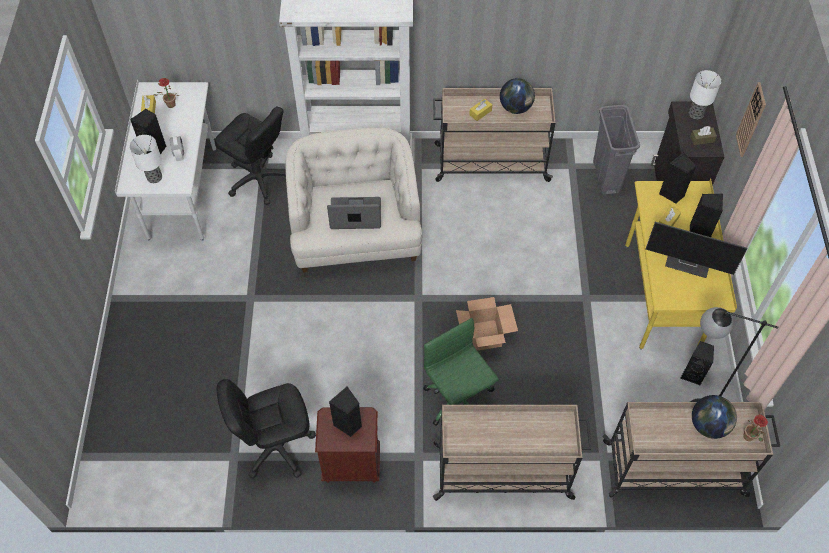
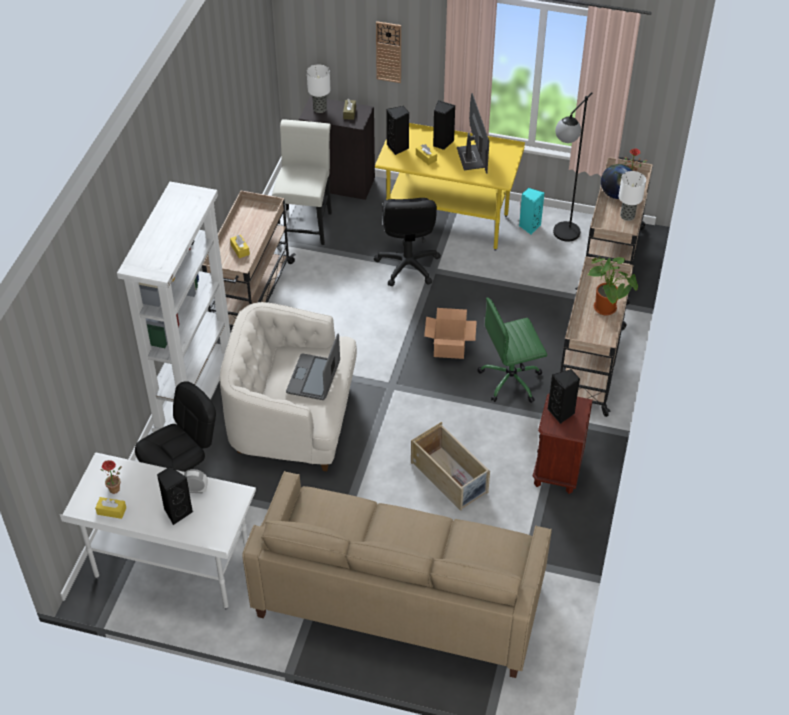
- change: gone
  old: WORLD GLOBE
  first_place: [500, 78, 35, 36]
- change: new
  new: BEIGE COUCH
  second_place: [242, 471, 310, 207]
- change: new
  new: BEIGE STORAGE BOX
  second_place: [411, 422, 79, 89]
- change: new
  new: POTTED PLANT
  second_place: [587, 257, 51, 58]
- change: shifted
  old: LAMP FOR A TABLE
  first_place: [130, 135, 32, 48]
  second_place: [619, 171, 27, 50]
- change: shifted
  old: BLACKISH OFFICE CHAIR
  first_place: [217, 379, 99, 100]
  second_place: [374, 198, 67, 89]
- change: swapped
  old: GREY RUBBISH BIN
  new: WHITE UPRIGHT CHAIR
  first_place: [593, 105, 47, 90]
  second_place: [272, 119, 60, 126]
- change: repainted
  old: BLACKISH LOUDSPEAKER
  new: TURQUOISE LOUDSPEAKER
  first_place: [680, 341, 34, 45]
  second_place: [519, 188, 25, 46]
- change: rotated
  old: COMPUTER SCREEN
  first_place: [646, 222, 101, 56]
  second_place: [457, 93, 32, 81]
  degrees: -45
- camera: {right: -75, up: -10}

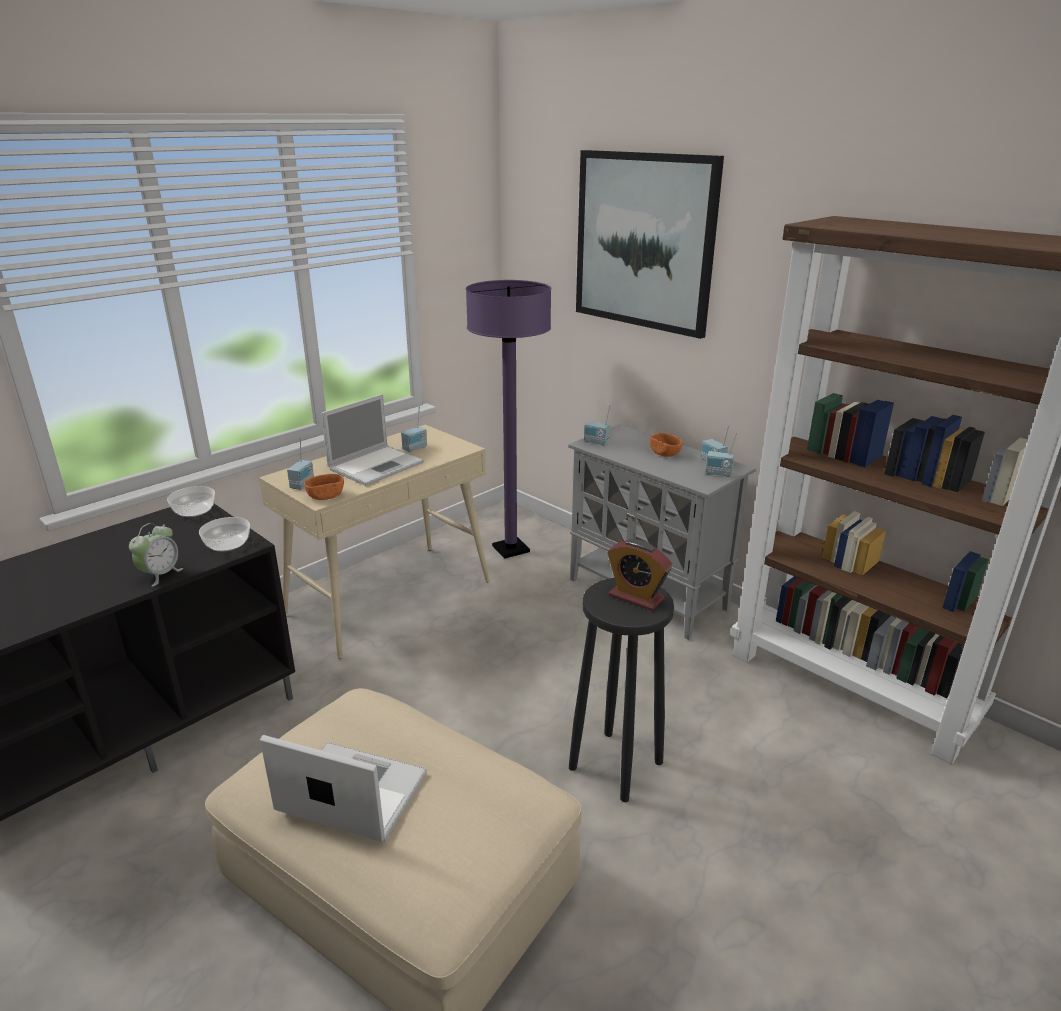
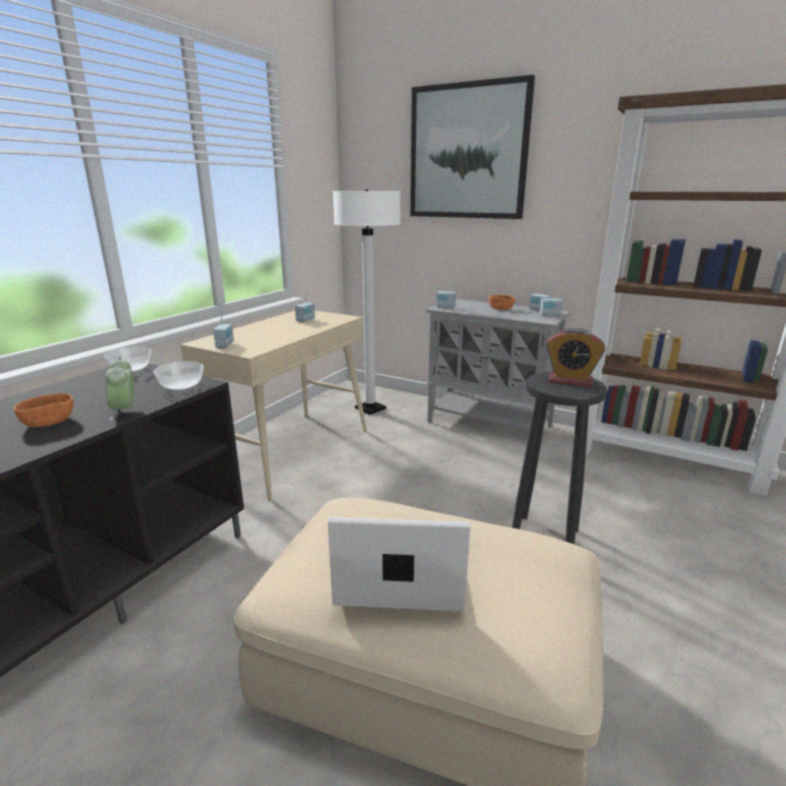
- change: gone
  old: PORTABLE COMPUTER
  first_place: [321, 394, 103, 92]
- change: shifted
  old: ORANGE-COLOURED DEEP DISH
  first_place: [304, 474, 40, 26]
  second_place: [14, 393, 59, 34]
- change: repainted
  old: PURPLISH FLOOR LAMP
  new: WHITE FLOOR LAMP
  first_place: [466, 280, 85, 279]
  second_place: [333, 190, 68, 225]
- change: rotated
  old: ALARM CLOCK
  first_place: [129, 523, 54, 64]
  second_place: [106, 356, 28, 65]
  degrees: 150
- camera: {right: -15, up: -5}

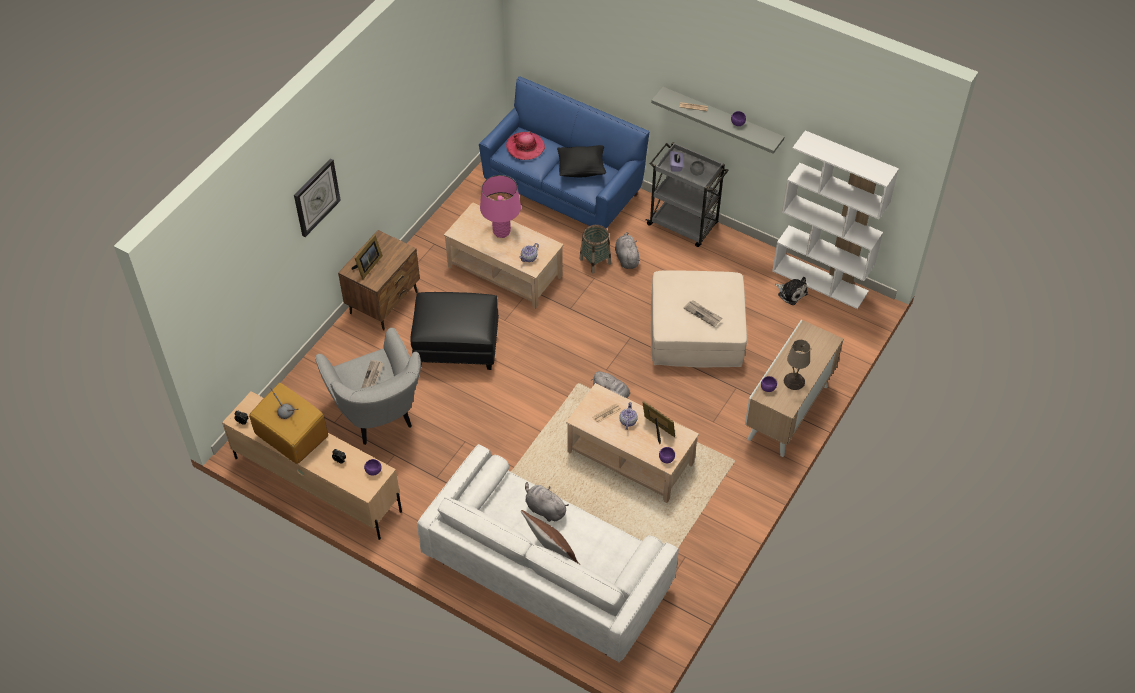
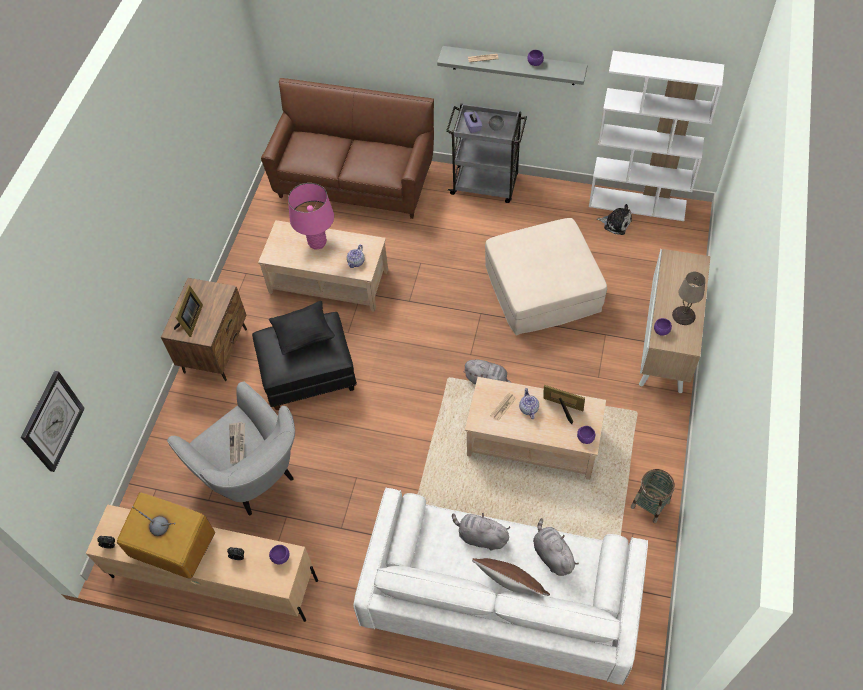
- change: gone
  old: WEARABLE HAT
  first_place: [506, 131, 39, 29]
- change: gone
  old: PRINTED PAPER
  first_place: [683, 300, 40, 27]
- change: shifted
  old: CLOCK ON THE WALL
  first_place: [294, 158, 47, 79]
  second_place: [21, 371, 64, 101]
- change: shifted
  old: BLACKISH CUSHION
  first_place: [557, 145, 49, 32]
  second_place: [269, 301, 66, 54]
- change: shifted
  old: BASKET
  first_place: [580, 225, 31, 49]
  second_place: [631, 469, 44, 54]
- change: shifted
  old: GREY SOFT TOY
  first_place: [615, 232, 25, 37]
  second_place: [533, 518, 46, 58]
- change: repainted
  old: BLUE-COLOURED COUCH
  new: BROWN COUCH
  first_place: [479, 76, 170, 152]
  second_place: [261, 78, 173, 141]
- camera: {right: -15, up: 5}

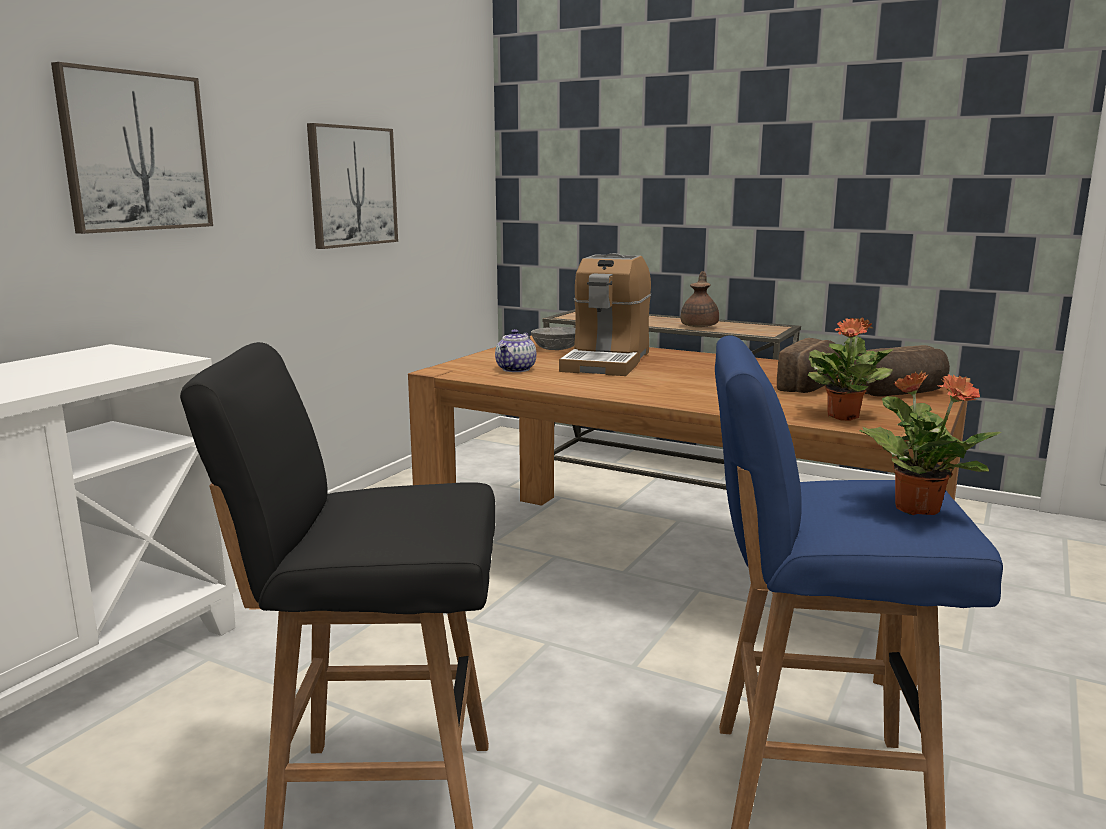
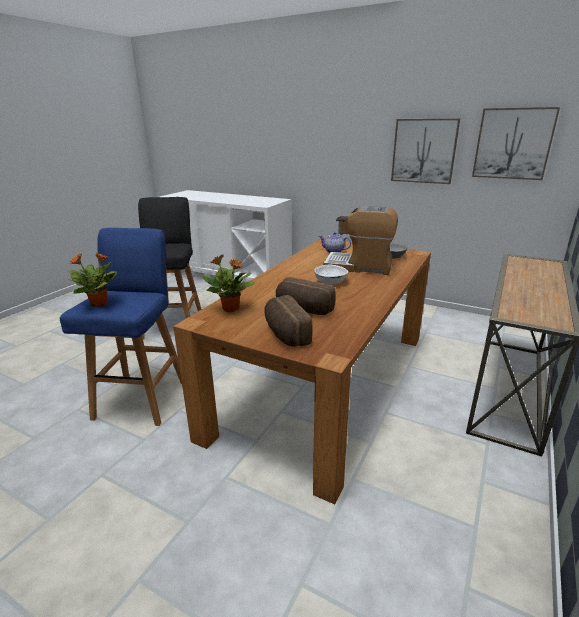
- change: gone
  old: BROWN TEAPOT
  first_place: [681, 271, 38, 56]
- change: new
  new: WHITE DEEP DISH
  second_place: [314, 265, 34, 19]
- change: shifted
  old: WALL ART
  first_place: [51, 62, 162, 172]
  second_place: [472, 107, 88, 73]
- camera: {right: 90, up: 10}

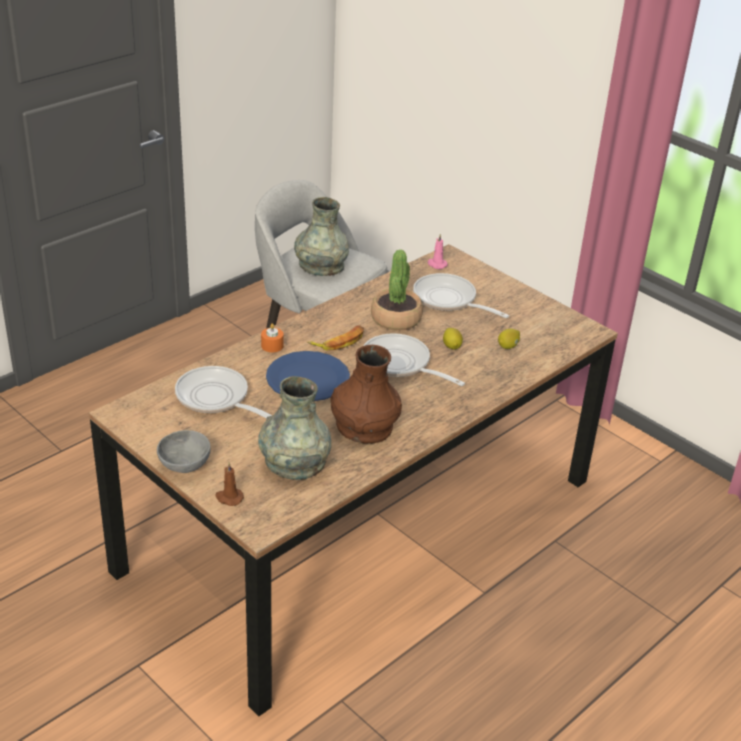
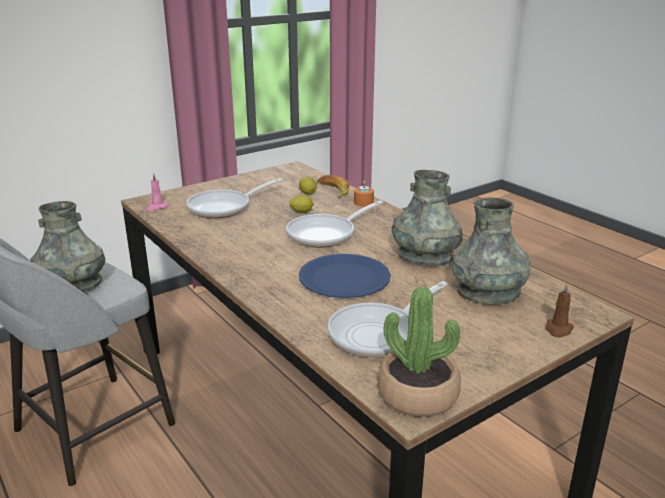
- change: gone
  old: GREY DEEP DISH
  first_place: [157, 430, 54, 43]
- change: shifted
  old: ORANGE-COLOURED WAX CANDLE
  first_place: [261, 323, 23, 29]
  second_place: [354, 180, 20, 27]
- change: shifted
  old: BANANA
  first_place: [307, 325, 57, 25]
  second_place: [317, 175, 32, 23]
- change: shifted
  old: POTTED PLANT
  first_place: [371, 250, 52, 81]
  second_place: [377, 286, 84, 131]
- change: repainted
  old: BROWN FLOWER VASE
  new: GREY FLOWER VASE
  first_place: [330, 345, 72, 99]
  second_place: [392, 170, 71, 96]
- camera: {right: -80, up: -10}

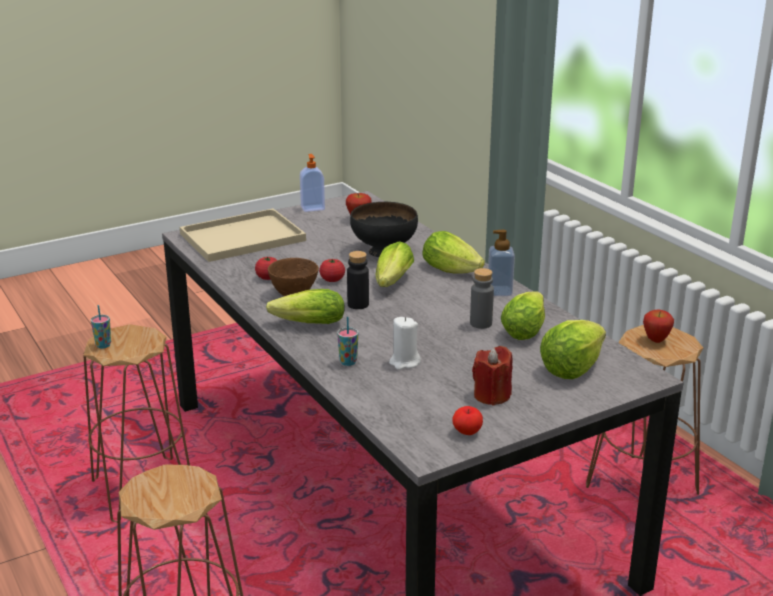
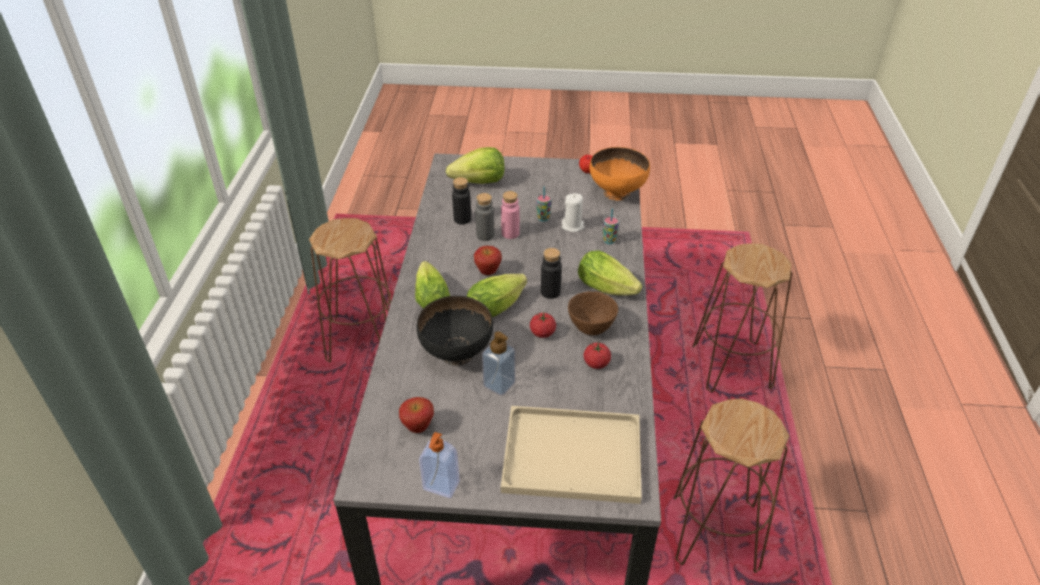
- change: gone
  old: REDDISH WAX CANDLE
  first_place: [472, 346, 40, 60]
- change: new
  new: PINKISH BOTTLE
  second_place: [501, 191, 19, 48]
- change: new
  new: ORANGE-COLOURED DEEP DISH
  second_place: [589, 147, 61, 54]
- change: shifted
  old: DRINKING CUP
  first_place: [91, 305, 20, 43]
  second_place: [536, 187, 16, 35]
- change: shifted
  old: SOAP DISPENSER
  first_place: [488, 230, 27, 66]
  second_place: [482, 331, 33, 64]
- change: shifted
  old: WHOLE APPLE
  first_place: [643, 309, 31, 34]
  second_place: [474, 246, 28, 29]
- change: swapped
  old: LETTUCE HEAD
  new: BLACKISH BOTTLE
  first_place: [501, 291, 44, 49]
  second_place: [452, 177, 19, 47]
- camera: {right: -145, up: 15}

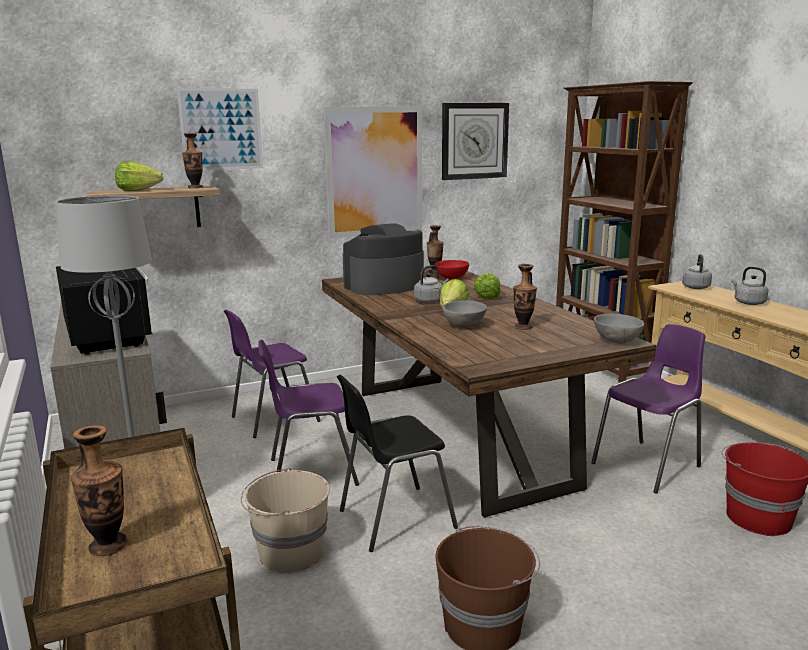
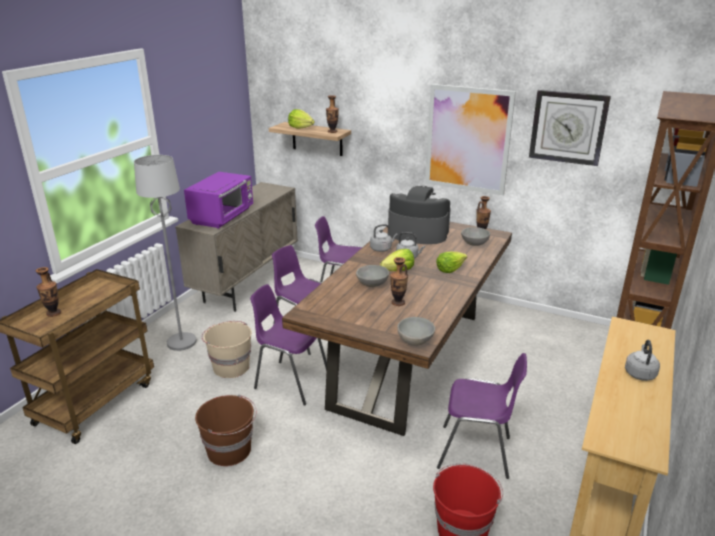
- change: gone
  old: WALL ART
  first_place: [177, 88, 86, 83]
- change: shifted
  old: GREY KETTLE
  first_place: [682, 254, 30, 35]
  second_place: [370, 224, 28, 28]
- change: repainted
  old: BLACKISH MICROWAVE
  new: PURPLISH MICROWAVE
  first_place: [56, 266, 97, 89]
  second_place: [184, 172, 69, 57]
- change: repainted
  old: BLACKISH UPRIGHT CHAIR
  new: PURPLISH UPRIGHT CHAIR
  first_place: [337, 375, 121, 177]
  second_place: [250, 284, 77, 122]
- change: repainted
  old: REDDISH DEEP DISH
  new: GREY DEEP DISH
  first_place: [435, 260, 34, 19]
  second_place: [461, 227, 29, 19]
- camera: {right: 50, up: 10}

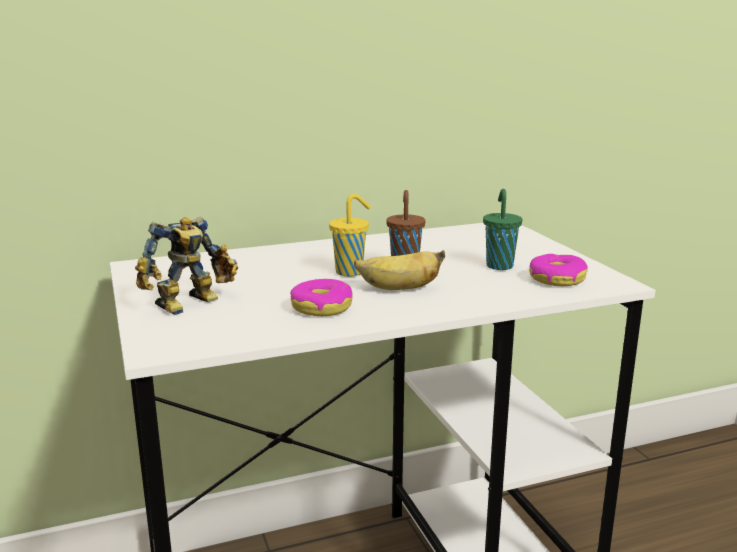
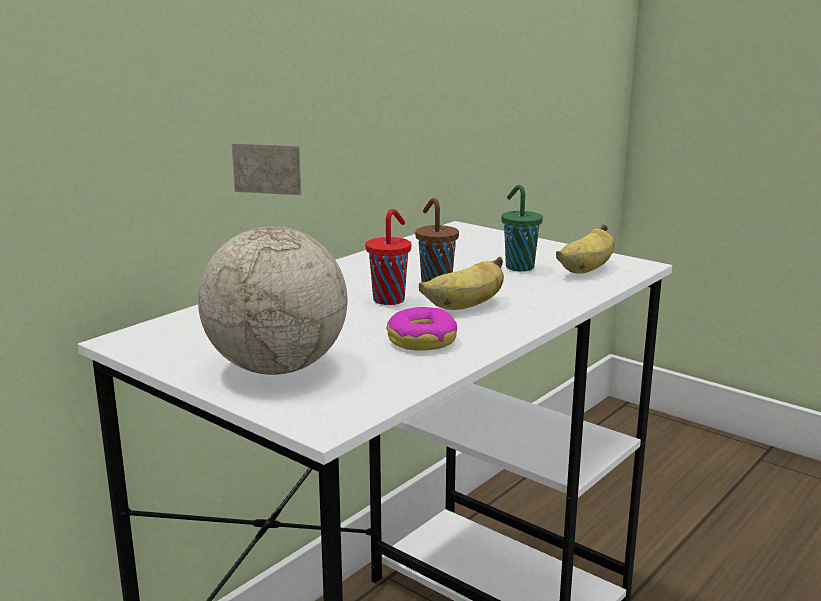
- change: swapped
  old: MODEL ROBOT
  new: WORLD GLOBE
  first_place: [135, 216, 103, 99]
  second_place: [198, 144, 149, 231]
- change: swapped
  old: DONUT
  new: BANANA
  first_place: [529, 254, 59, 32]
  second_place: [556, 224, 59, 50]
- change: repainted
  old: YELLOWISH DRINKING CUP
  new: REDDISH DRINKING CUP
  first_place: [329, 194, 42, 82]
  second_place: [366, 209, 45, 96]
- camera: {right: -30, up: 0}

